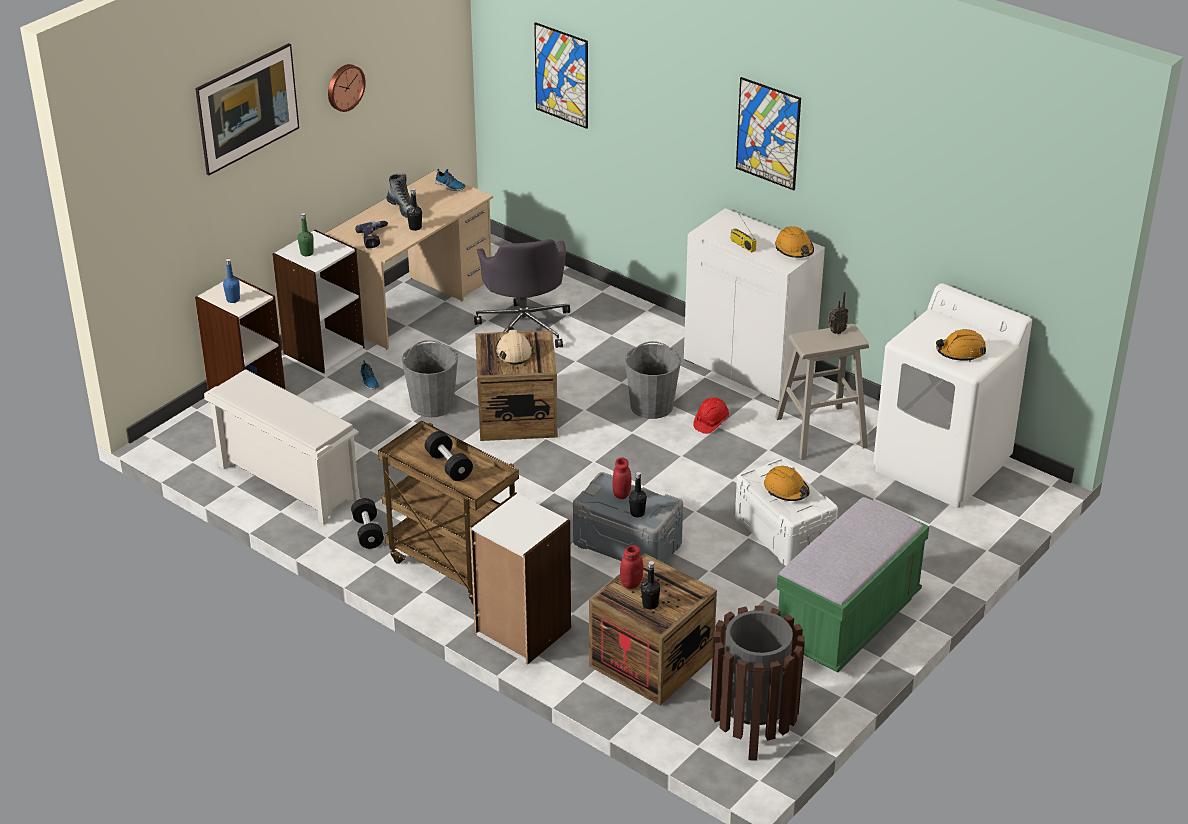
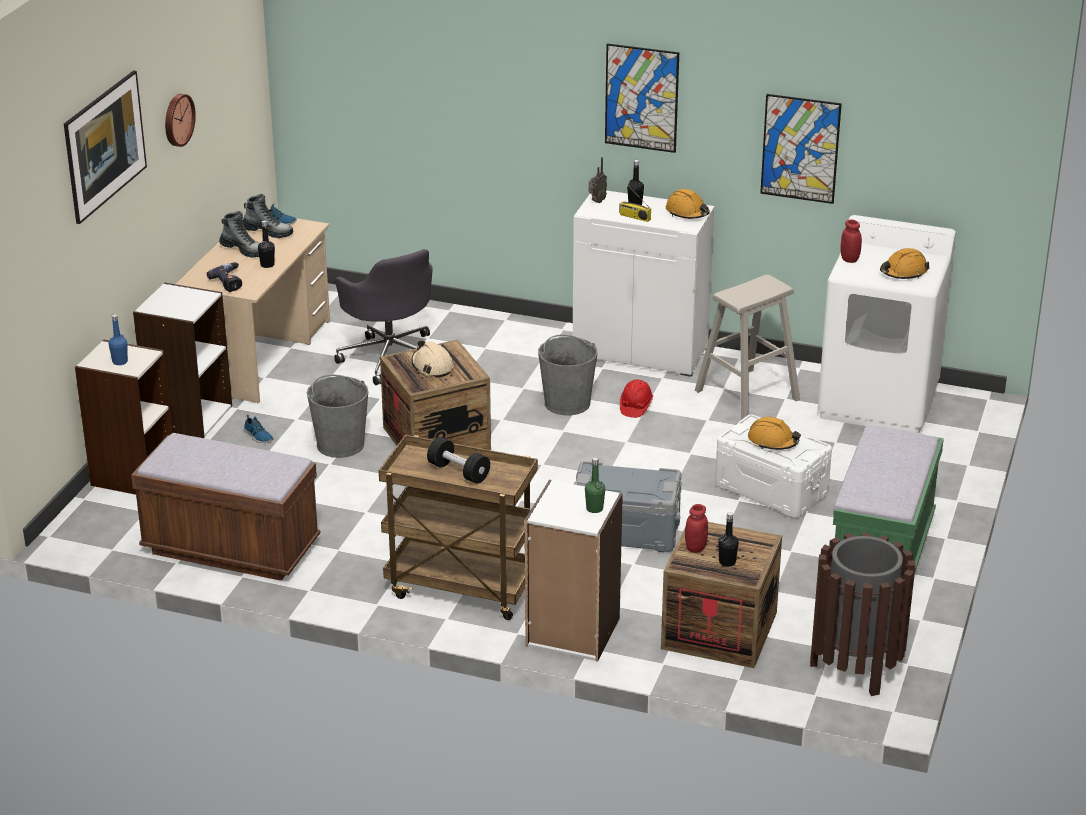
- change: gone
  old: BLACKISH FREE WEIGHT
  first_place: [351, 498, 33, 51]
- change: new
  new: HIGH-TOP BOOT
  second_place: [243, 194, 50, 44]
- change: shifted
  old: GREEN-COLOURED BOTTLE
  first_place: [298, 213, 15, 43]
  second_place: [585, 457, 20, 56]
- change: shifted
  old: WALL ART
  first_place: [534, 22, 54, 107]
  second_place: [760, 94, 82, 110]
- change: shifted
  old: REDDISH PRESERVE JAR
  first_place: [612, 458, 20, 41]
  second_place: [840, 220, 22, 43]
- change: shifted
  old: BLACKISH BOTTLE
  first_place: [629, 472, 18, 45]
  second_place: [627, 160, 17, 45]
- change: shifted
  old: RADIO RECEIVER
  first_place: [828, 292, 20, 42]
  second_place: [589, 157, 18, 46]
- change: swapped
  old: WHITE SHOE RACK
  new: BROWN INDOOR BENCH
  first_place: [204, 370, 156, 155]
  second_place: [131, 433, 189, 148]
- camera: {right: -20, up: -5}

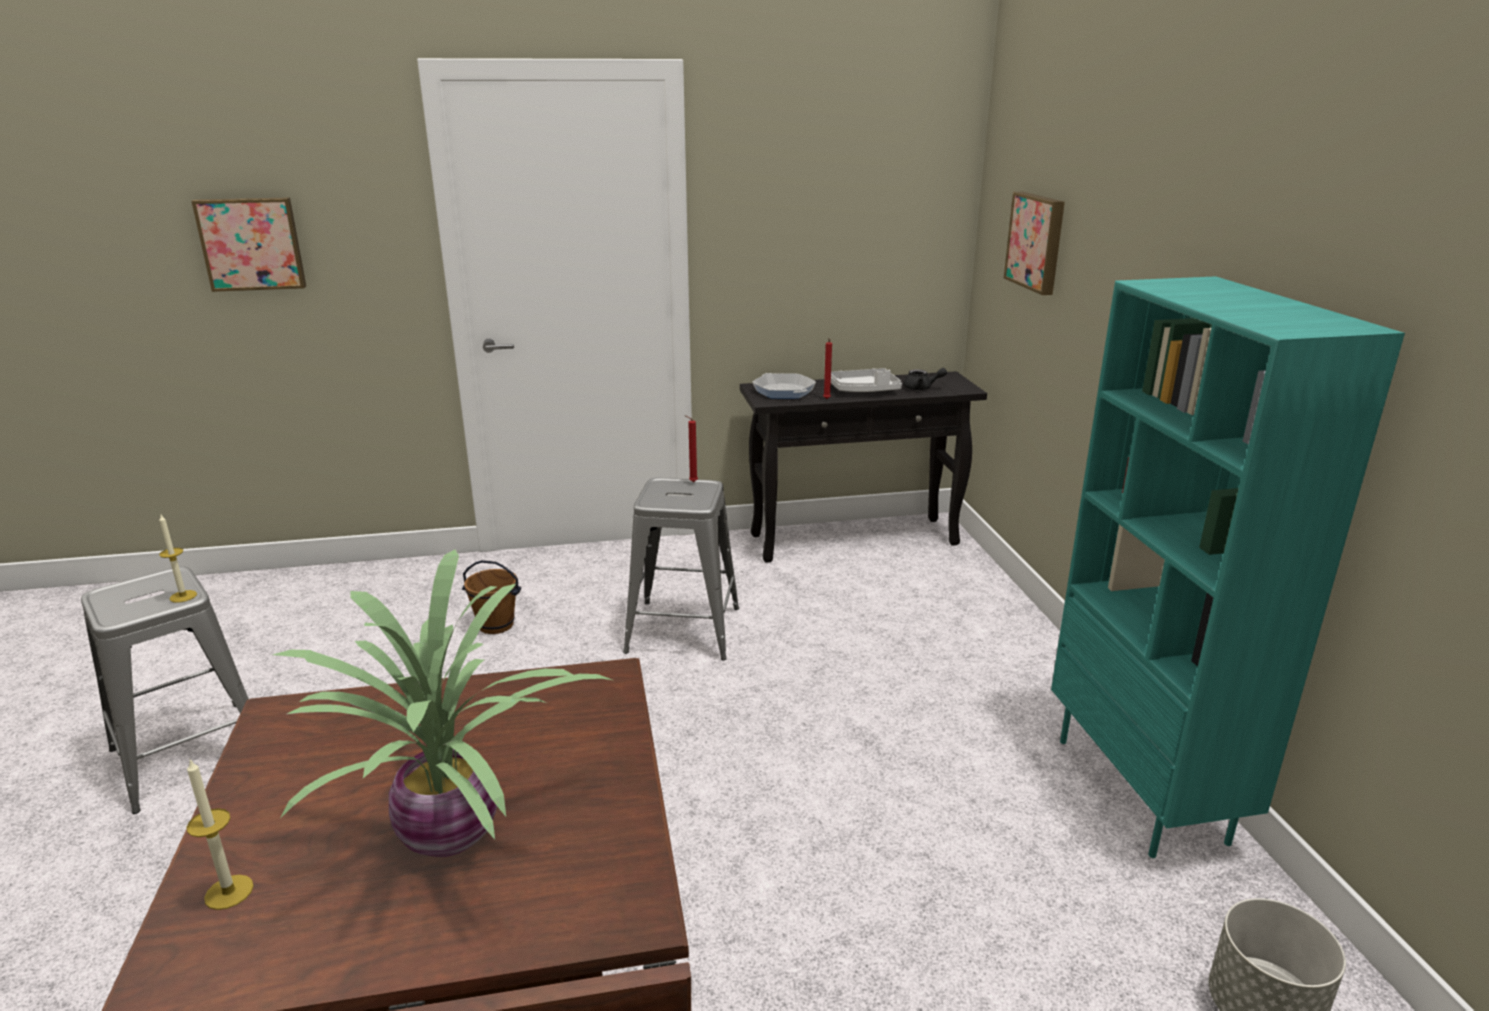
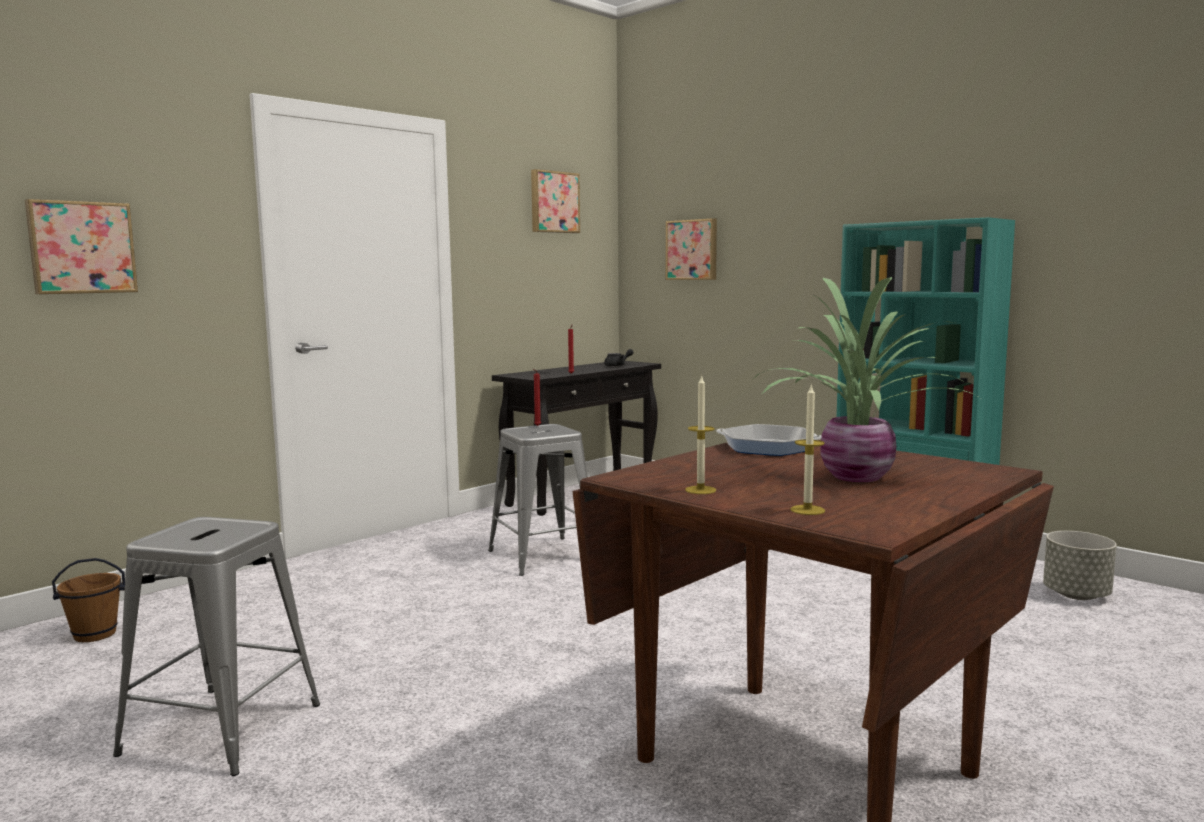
- change: gone
  old: GREY SERVING TRAY
  first_place: [831, 368, 71, 24]
- change: new
  new: WALL ART
  second_place: [531, 169, 49, 64]
- change: shifted
  old: WAX CANDLE
  first_place: [159, 515, 38, 88]
  second_place: [685, 375, 31, 119]
- change: shifted
  old: BROWN PAIL
  first_place: [462, 560, 59, 74]
  second_place: [52, 558, 73, 84]
- change: shifted
  old: PAN
  first_place: [752, 373, 64, 26]
  second_place: [717, 424, 105, 32]
- camera: {right: -35, up: -15}

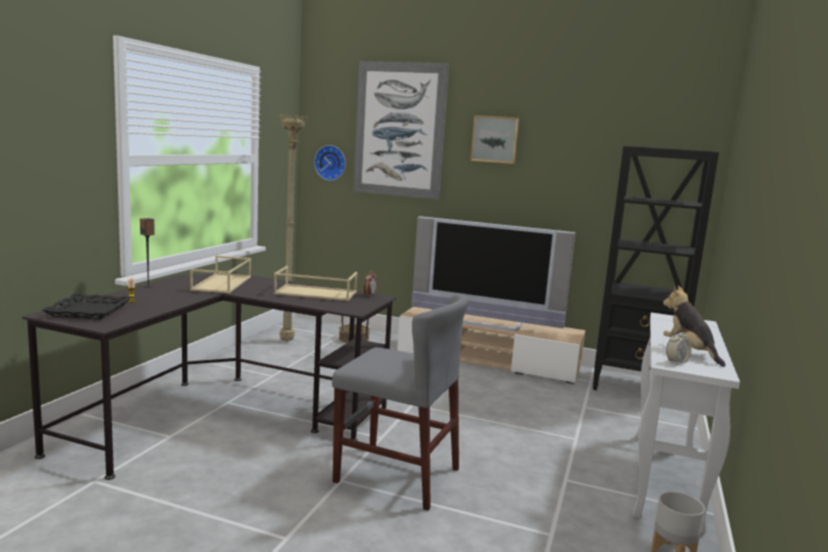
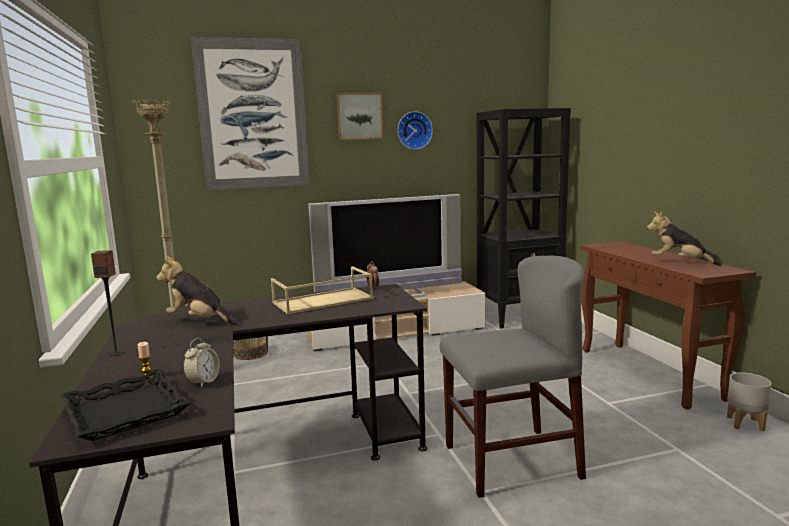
- change: shifted
  old: CLOCK ON THE WALL
  first_place: [314, 145, 32, 36]
  second_place: [397, 111, 36, 39]
- change: shifted
  old: ALARM CLOCK
  first_place: [666, 330, 25, 35]
  second_place: [183, 338, 37, 50]
- change: swapped
  old: BEIGE SERVING TRAY
  new: SOFT TOY
  first_place: [190, 256, 61, 37]
  second_place: [156, 256, 84, 69]
- change: repainted
  old: WHITE NARROW TABLE
  new: BROWN NARROW TABLE
  first_place: [633, 312, 107, 222]
  second_place: [580, 241, 176, 169]
- camera: {right: -35, up: 0}

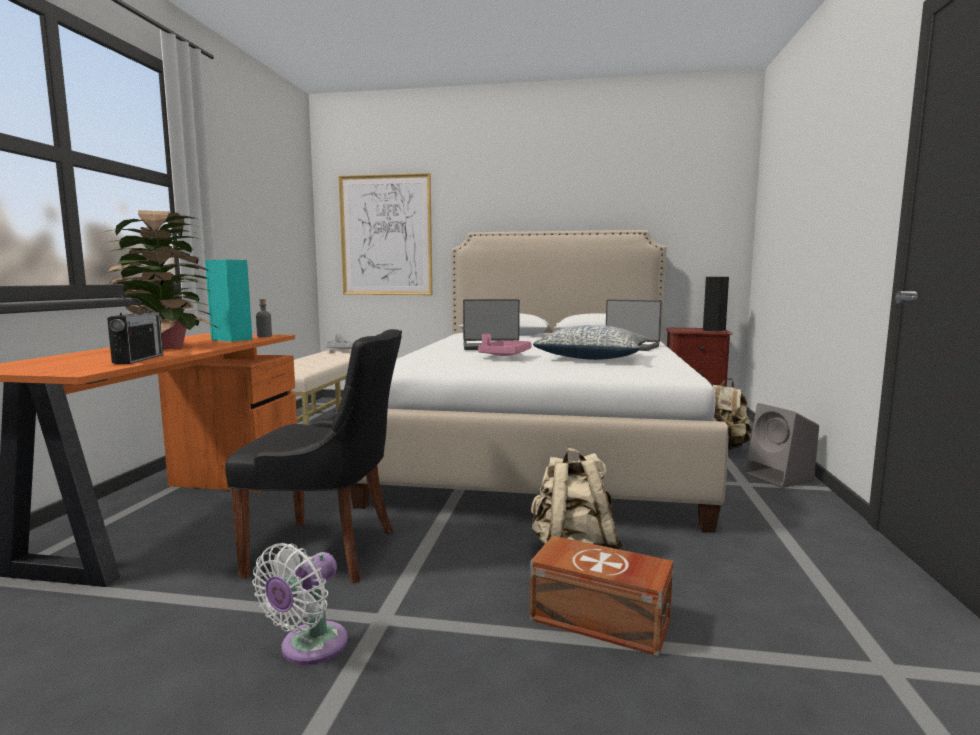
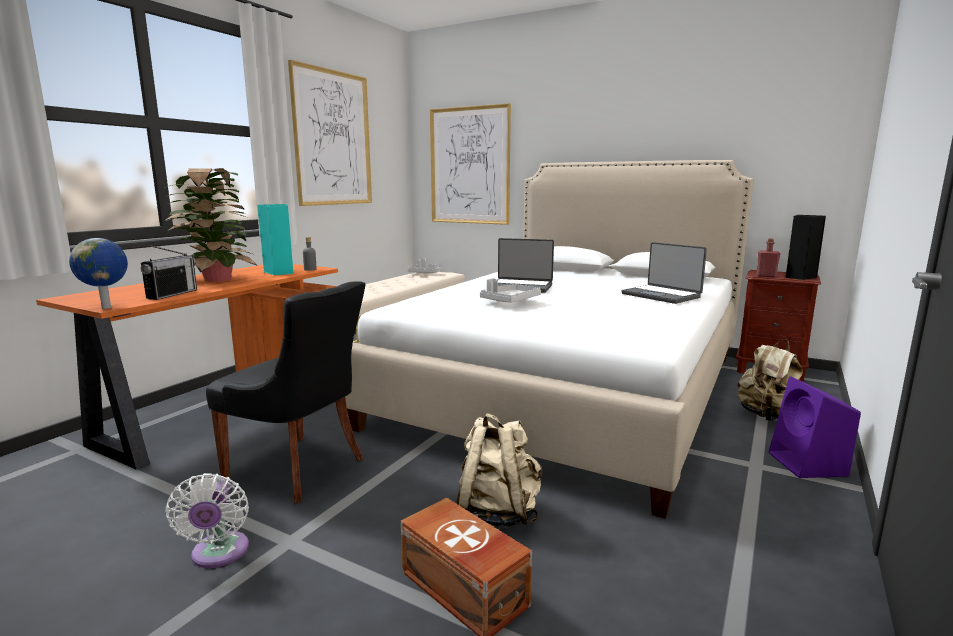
- change: gone
  old: CUSHION
  first_place: [533, 325, 116, 35]
- change: new
  new: WORLD GLOBE
  second_place: [69, 238, 59, 71]
- change: new
  new: WALL ART
  second_place: [288, 60, 84, 146]
- change: new
  new: REDDISH BOTTLE
  second_place: [756, 238, 25, 39]
- change: repainted
  old: PINKISH SERVING TRAY
  new: GREY SERVING TRAY
  first_place: [478, 334, 54, 22]
  second_place: [480, 278, 61, 25]
- change: repainted
  old: GREY LOUDSPEAKER
  new: PURPLISH LOUDSPEAKER
  first_place: [746, 403, 73, 85]
  second_place: [769, 376, 92, 102]
- change: rotated
  old: WHITE COOLING FAN
  first_place: [252, 543, 96, 122]
  second_place: [165, 473, 84, 95]
  degrees: -60
- camera: {right: 20, up: 5}

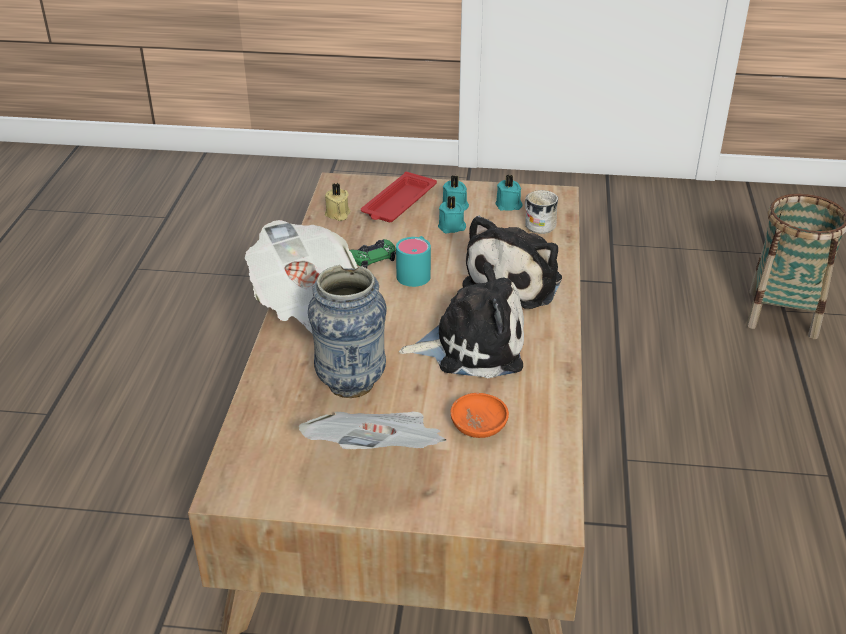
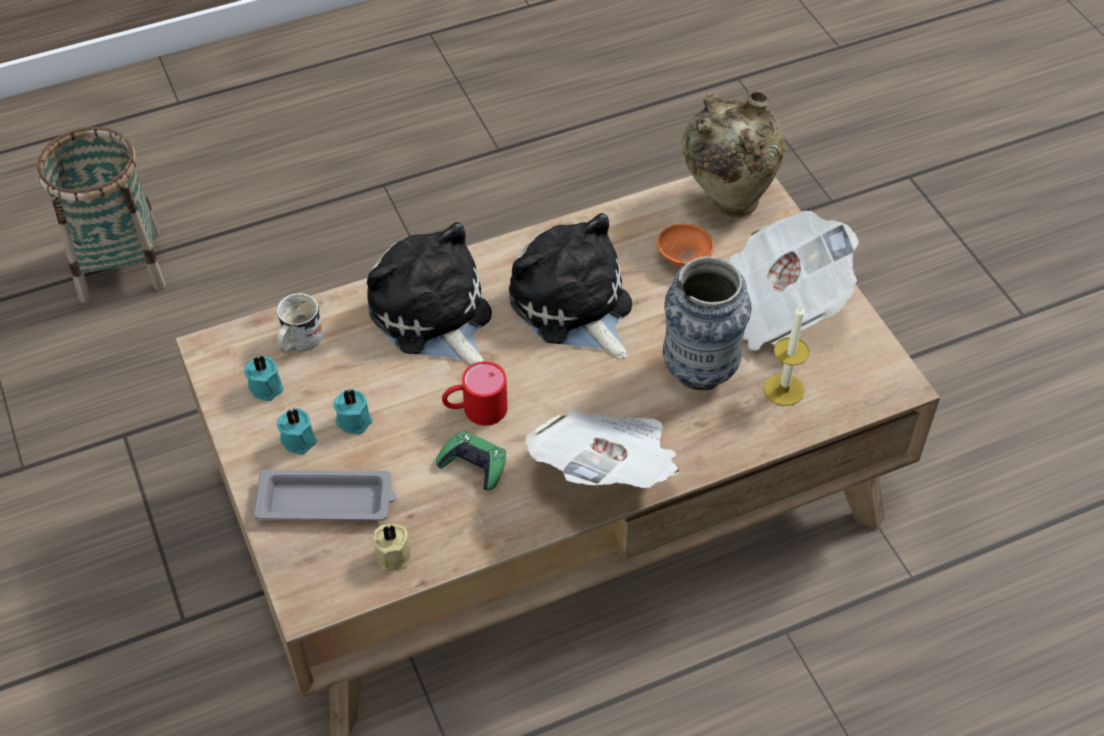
- change: new
  new: BEIGE FLOWER VASE
  second_place: [682, 91, 104, 127]
- change: new
  new: WAX CANDLE
  second_place: [764, 305, 46, 101]
- change: repainted
  old: REDDISH SERVING TRAY
  new: GREY SERVING TRAY
  first_place: [361, 172, 76, 50]
  second_place: [254, 469, 143, 51]
- change: repainted
  old: TURQUOISE TEA MUG
  new: REDDISH TEA MUG
  first_place: [396, 236, 35, 51]
  second_place: [442, 361, 66, 65]
- change: rotated
  old: SOFT TOY
  first_place: [462, 215, 100, 94]
  second_place: [367, 222, 125, 143]
  degrees: -120
- camera: {right: -120, up: 15}

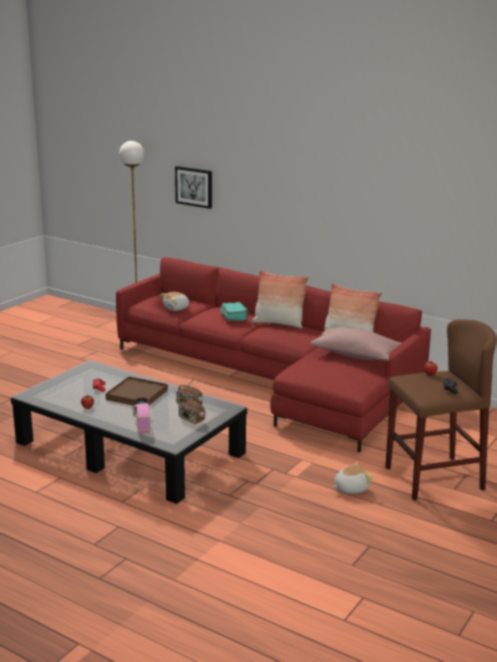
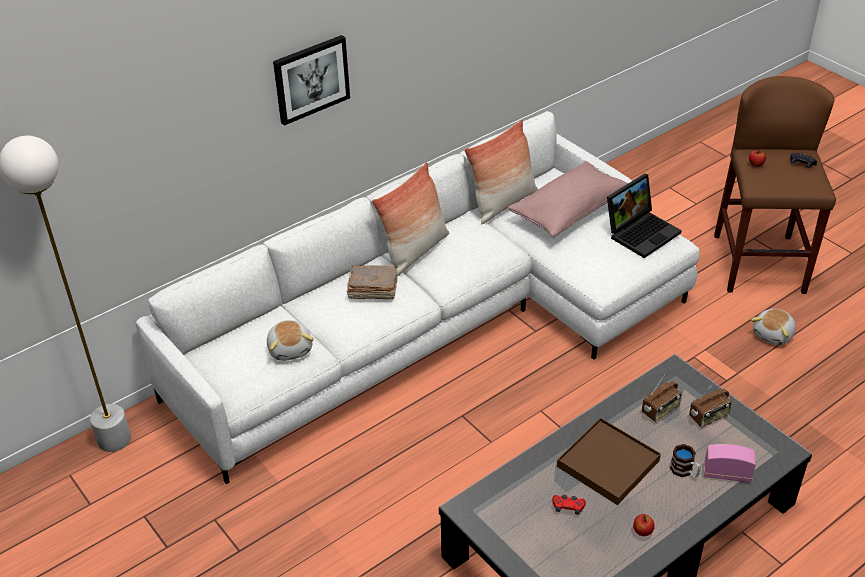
- change: new
  new: PORTABLE COMPUTER
  second_place: [607, 173, 75, 85]
- change: shifted
  old: WALL ART
  first_place: [175, 166, 37, 43]
  second_place: [273, 35, 77, 91]
- change: repainted
  old: REDDISH COUCH
  new: WHITE COUCH
  first_place: [116, 257, 315, 195]
  second_place: [136, 111, 564, 373]
- change: repainted
  old: TURQUOISE VOLUME
  new: BROWN VOLUME
  first_place: [220, 302, 29, 19]
  second_place: [347, 265, 51, 34]
- change: rotated
  old: SOFT TOY
  first_place: [333, 462, 40, 32]
  second_place: [751, 309, 45, 36]
  degrees: -135
- camera: {right: -70, up: 20}

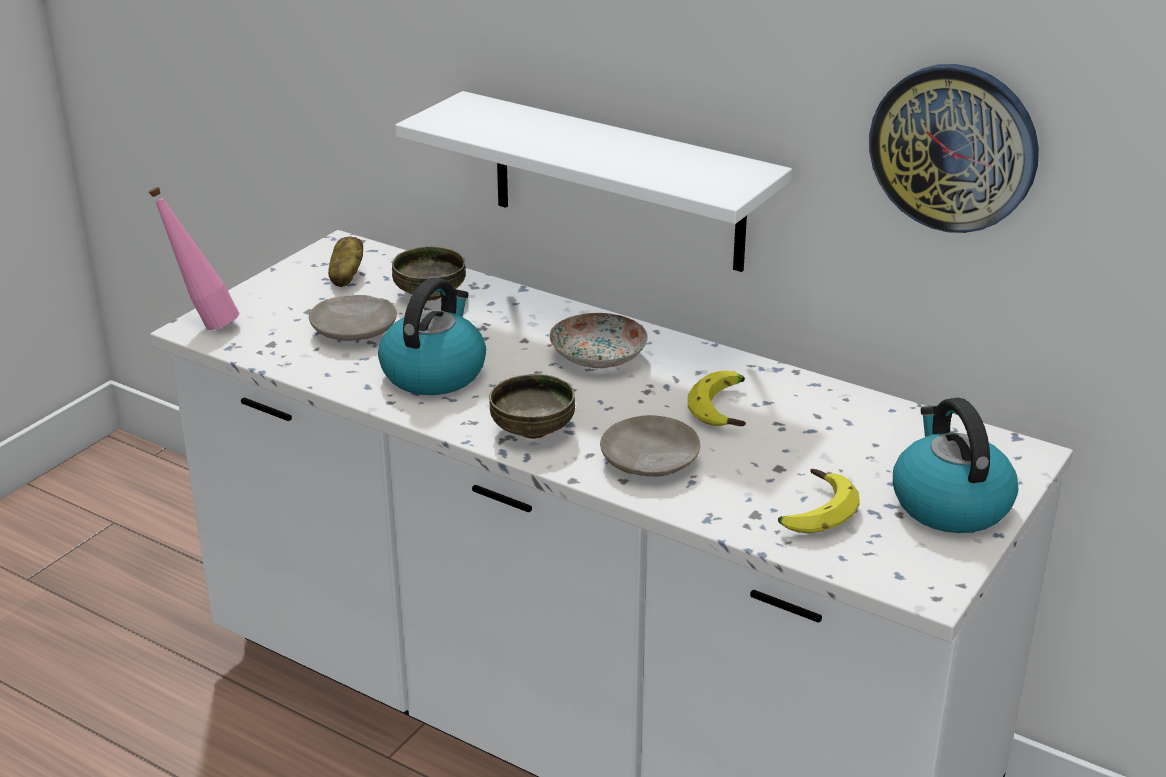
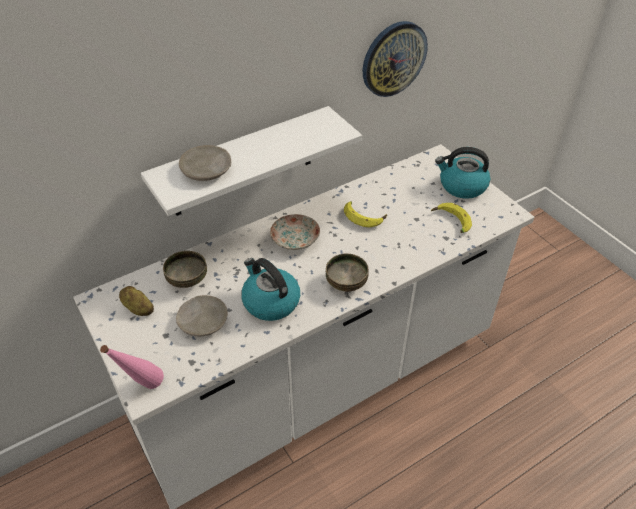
- change: shifted
  old: BEIGE FLAT DISH
  first_place: [600, 415, 100, 62]
  second_place: [179, 145, 52, 36]
- camera: {right: -65, up: 15}

